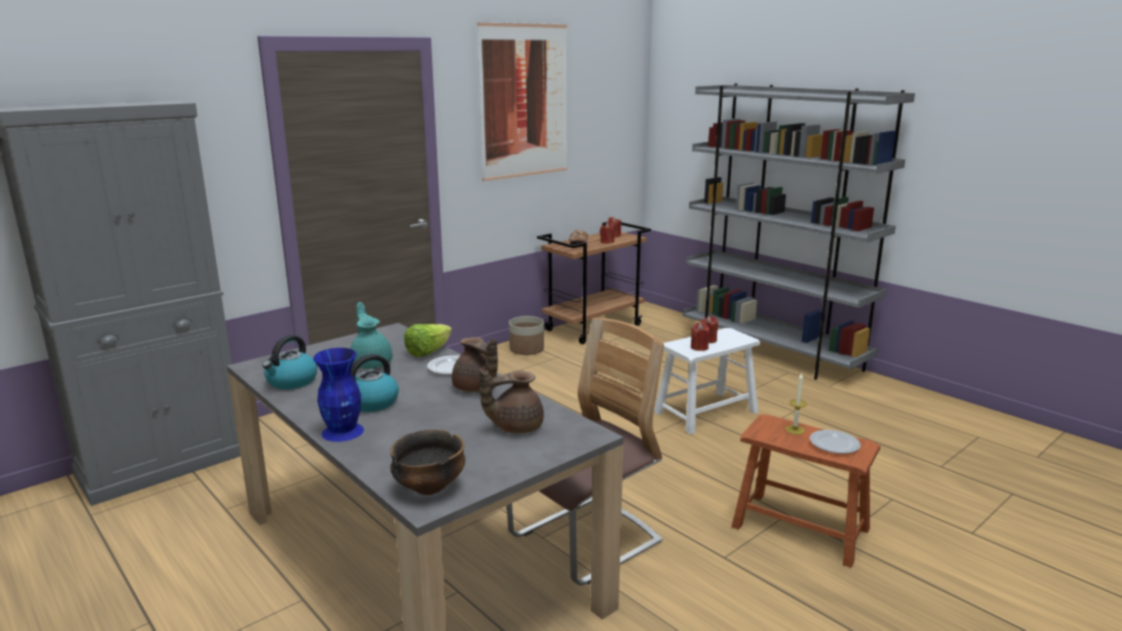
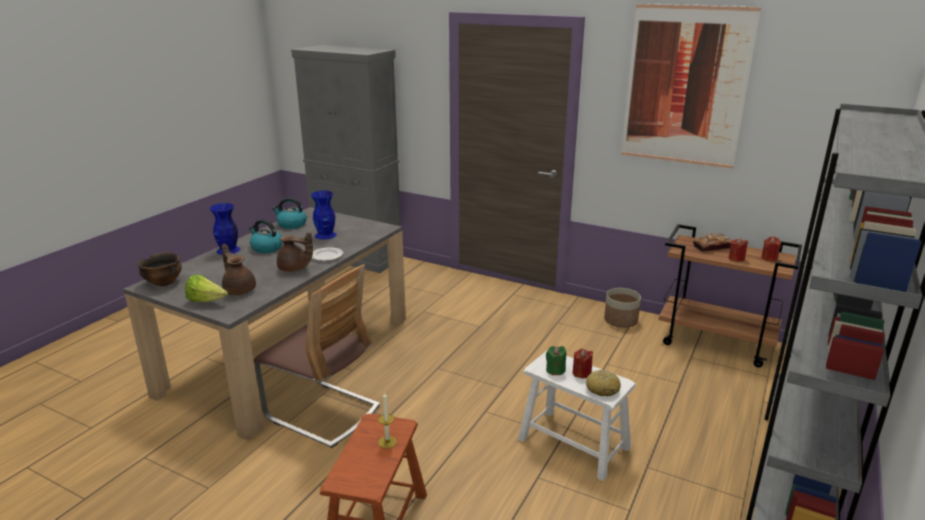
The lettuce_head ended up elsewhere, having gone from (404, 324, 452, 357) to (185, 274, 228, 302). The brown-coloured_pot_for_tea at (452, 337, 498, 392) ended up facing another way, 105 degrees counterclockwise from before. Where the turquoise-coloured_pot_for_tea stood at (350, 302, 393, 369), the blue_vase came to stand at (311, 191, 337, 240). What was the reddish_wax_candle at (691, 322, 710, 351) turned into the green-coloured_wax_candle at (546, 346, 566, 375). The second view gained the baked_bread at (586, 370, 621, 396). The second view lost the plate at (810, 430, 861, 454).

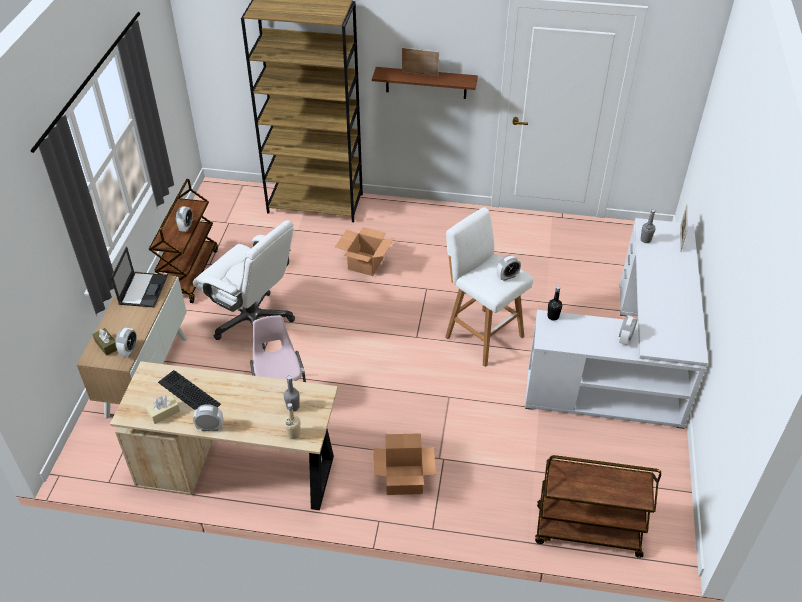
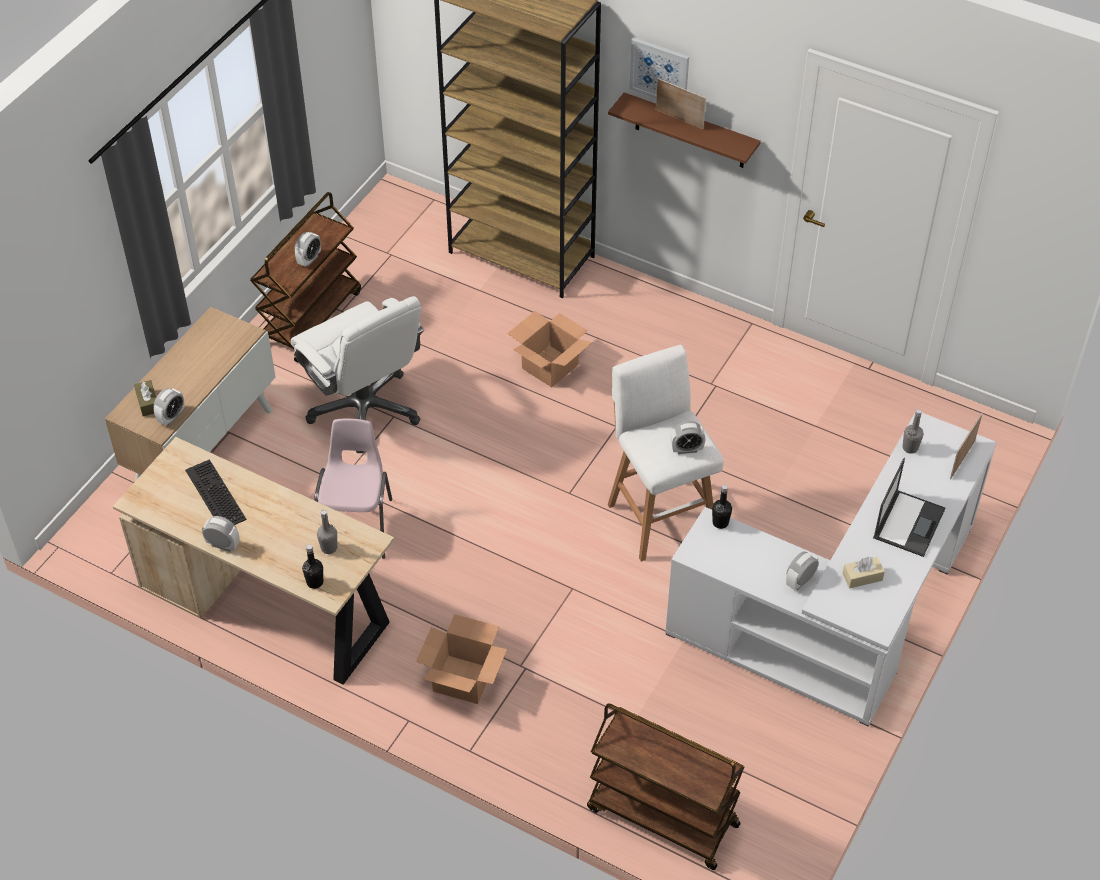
What was the beige-coloured_drink_bottle at (284, 403, 300, 439) turned into the black-coloured_drink_bottle at (302, 544, 323, 589). The second view gained the picture at (629, 38, 689, 98). The beige-coloured_tissue_box ended up elsewhere, having gone from (146, 395, 180, 424) to (842, 556, 885, 588). The notebook_computer ended up elsewhere, having gone from (111, 246, 168, 307) to (873, 458, 945, 557).

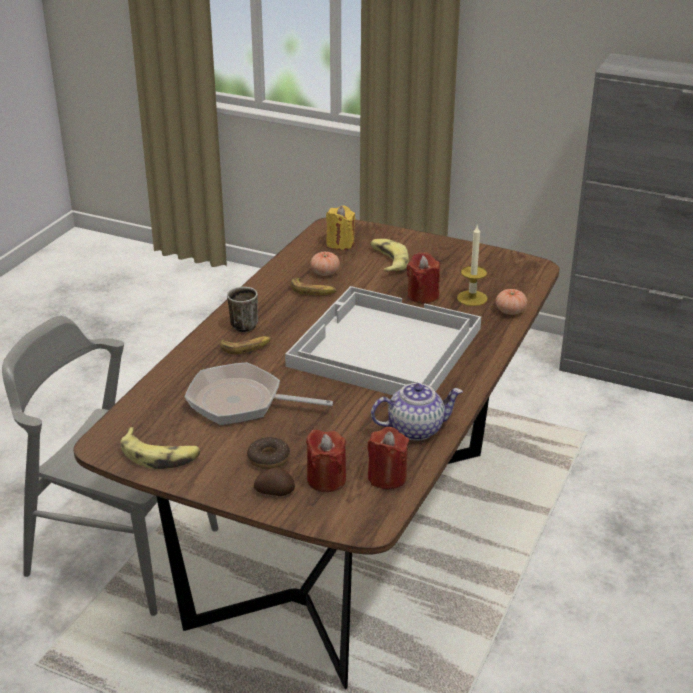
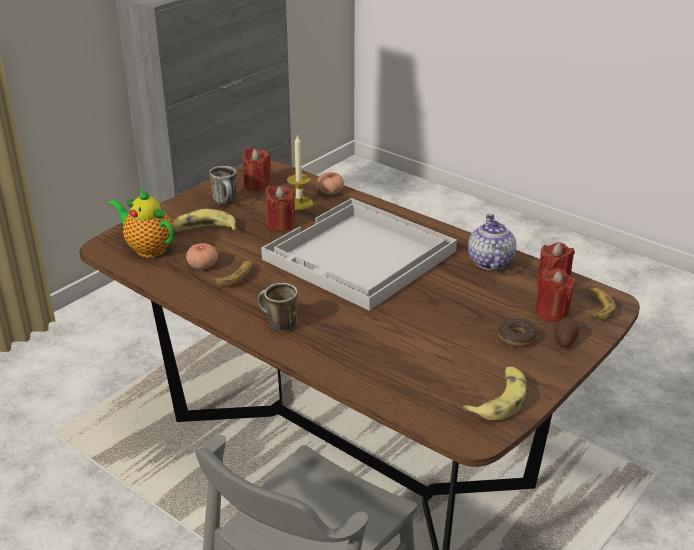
Where the yellow_wax_candle stood at (326, 206, 355, 250), the pot_for_tea came to stand at (108, 188, 174, 258). The second view gained the coffee_mug at (209, 166, 237, 205). The second view gained the reddish_wax_candle at (242, 147, 271, 191). The whole_banana ended up elsewhere, having gone from (220, 336, 272, 355) to (588, 288, 616, 320). The second view lost the frying_pan at (184, 362, 333, 425).

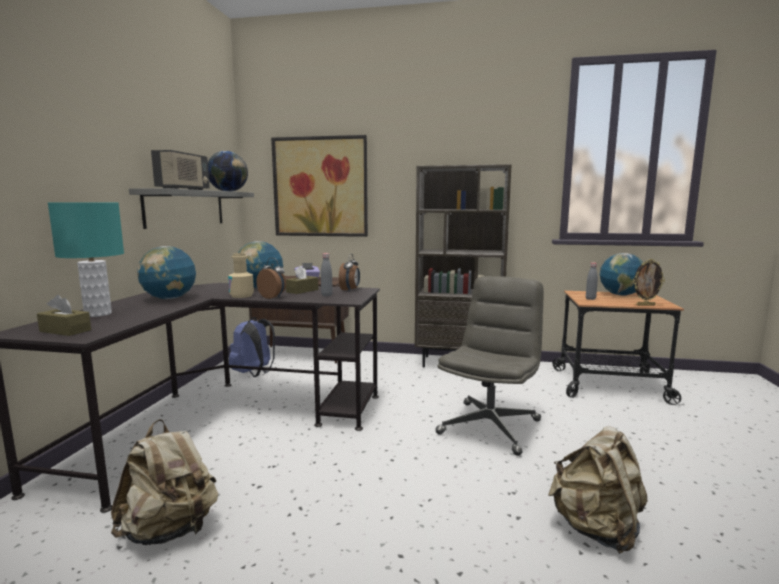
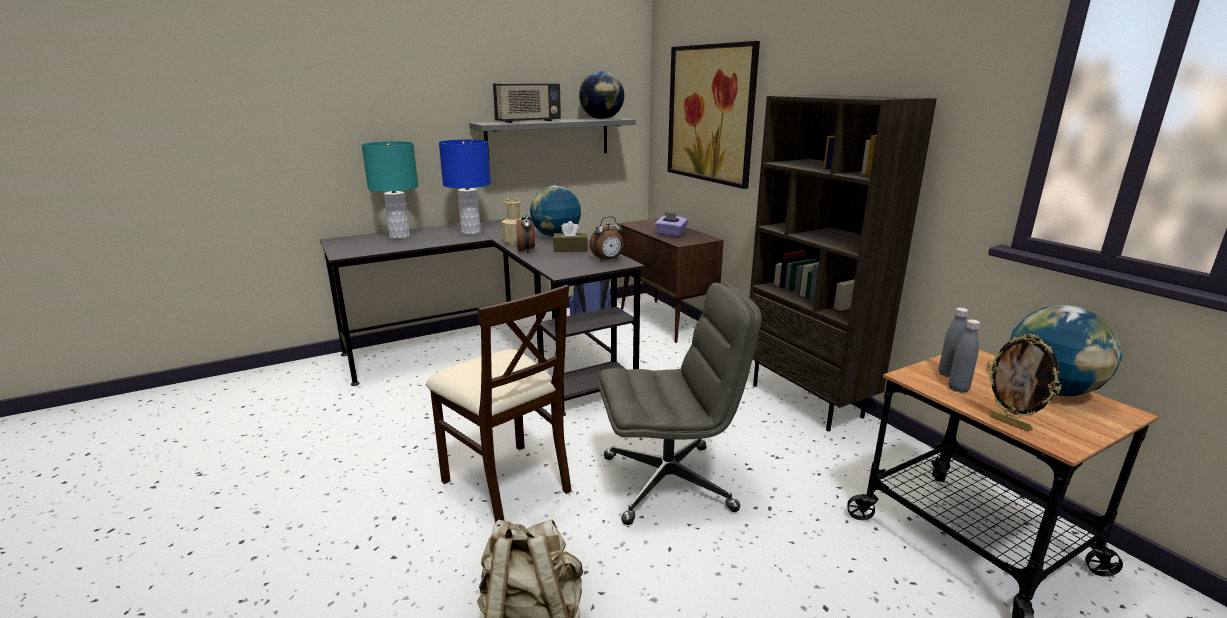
The second view gained the beige-coloured_plain_chair at (426, 285, 572, 526). Where the desk_globe stood at (137, 246, 196, 299), the blue_lamp_for_a_table came to stand at (439, 139, 491, 235). The gray_drink_bottle ended up elsewhere, having gone from (321, 253, 333, 296) to (948, 319, 981, 393). The second view lost the brown-coloured_tissue_box at (37, 295, 91, 336). The second view lost the beige-coloured_backpack at (111, 419, 219, 545).

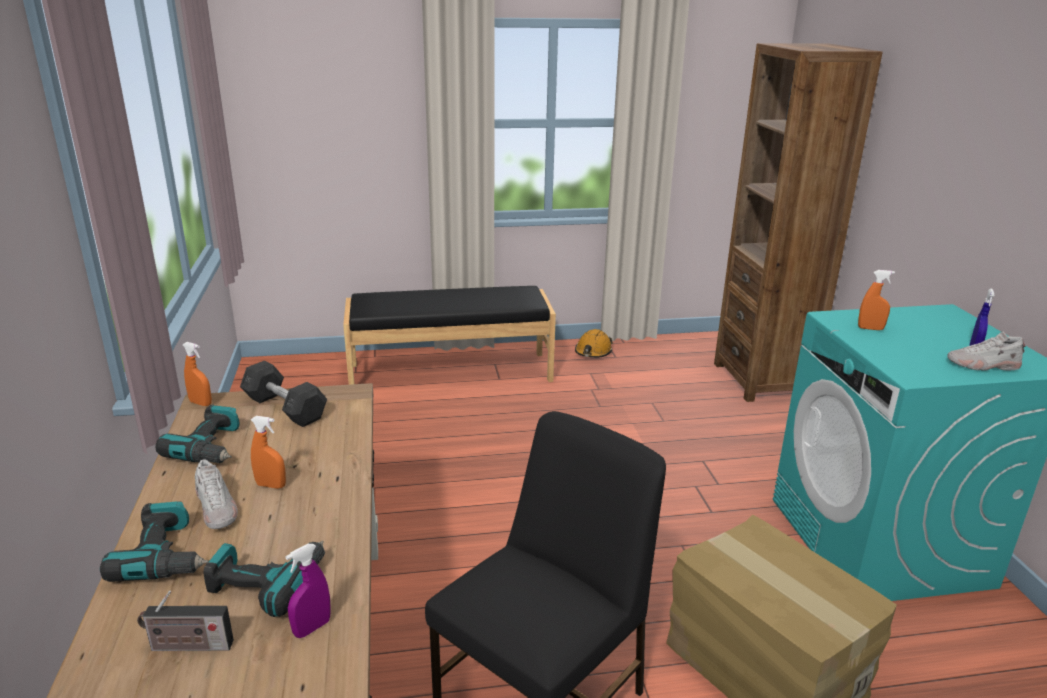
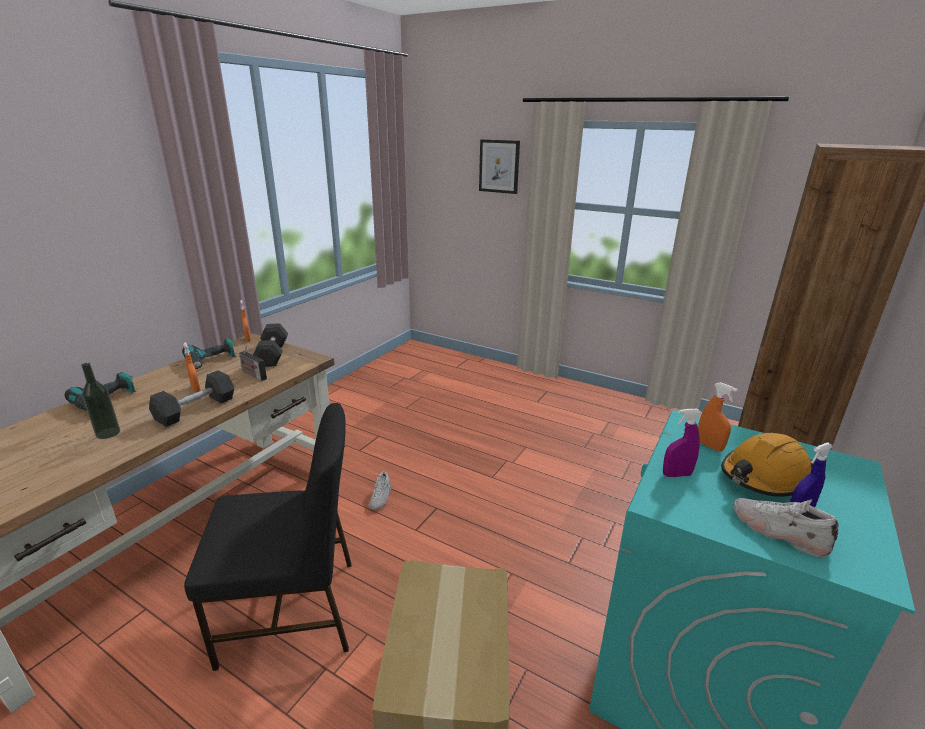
Where the power_drill stood at (204, 541, 325, 617), the drink_bottle came to stand at (81, 363, 120, 439). The second view gained the gray_dumbbell at (149, 371, 234, 427). The radio_receiver ended up elsewhere, having gone from (137, 590, 234, 651) to (239, 345, 267, 381). The whitish_item_of_footwear ended up elsewhere, having gone from (195, 459, 238, 529) to (369, 471, 391, 510). The second view gained the picture at (479, 139, 520, 194). The purple_sprayer ended up elsewhere, having gone from (285, 544, 331, 638) to (663, 409, 702, 477). The orangey_safety_helmet ended up elsewhere, having gone from (575, 329, 613, 358) to (721, 433, 814, 497). The second view lost the black-coloured_indoor_bench at (343, 286, 556, 385).

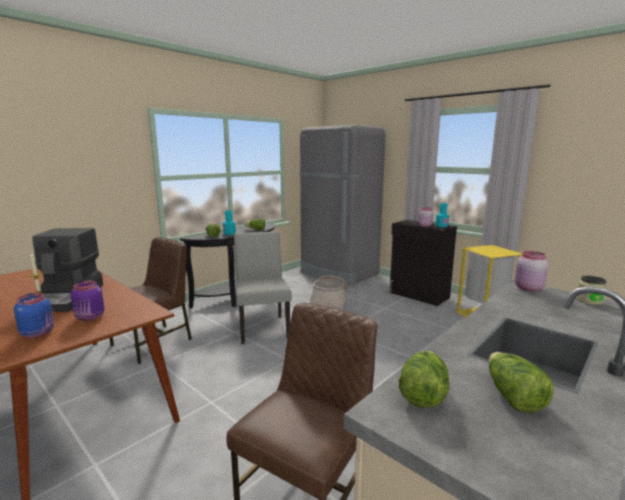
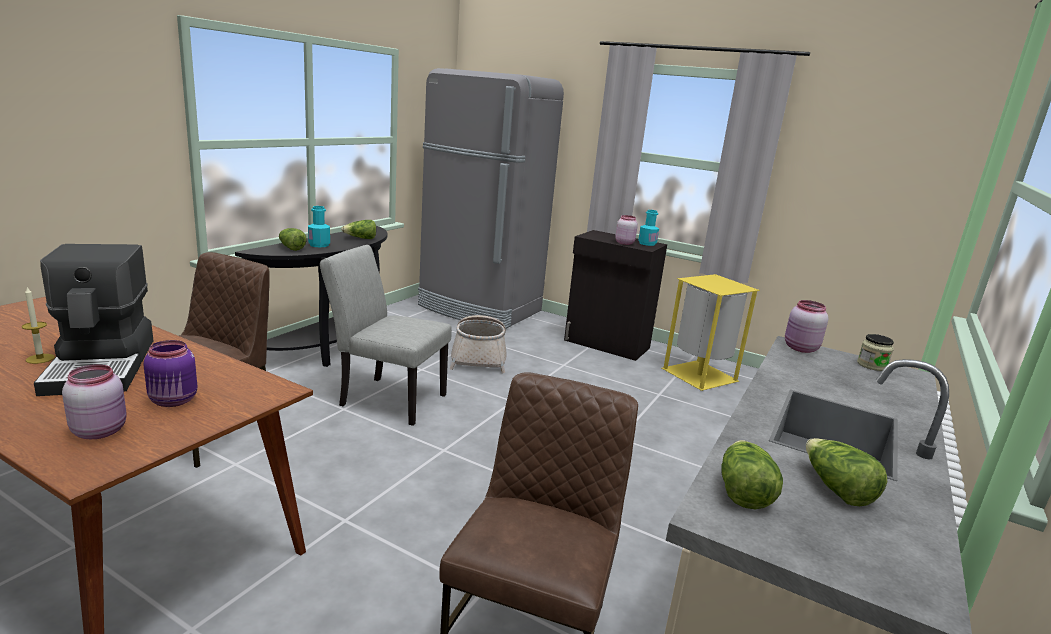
What was the blue_jar at (14, 293, 54, 338) turned into the pink_jar at (62, 364, 127, 439). The gray_plain_chair at (234, 231, 292, 344) ended up facing another way, 45 degrees counterclockwise from before.

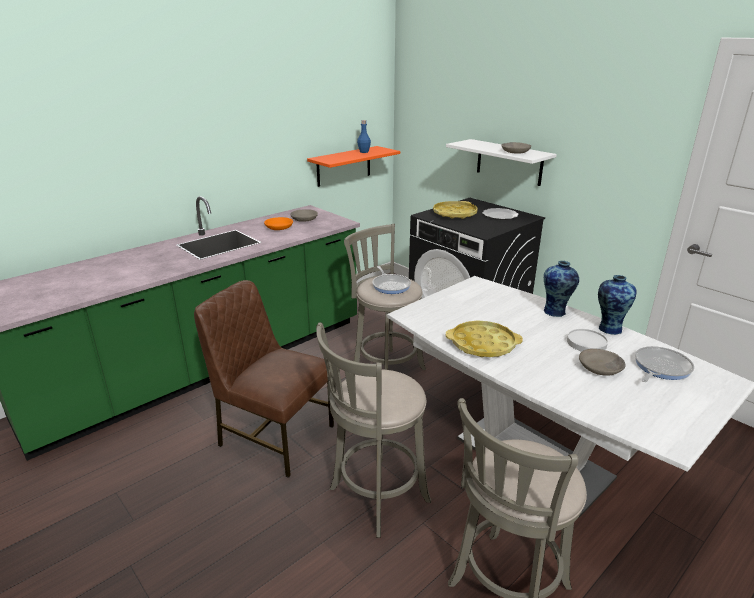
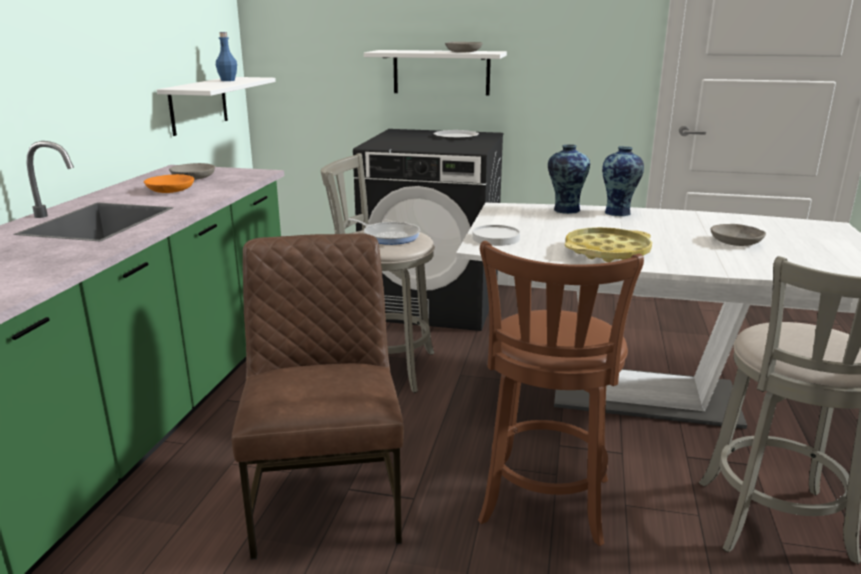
What was the orangey_bracket_shelf at (307, 146, 400, 187) turned into the whitish_bracket_shelf at (157, 77, 276, 136). The brown-coloured_plain_chair at (194, 280, 334, 478) ended up facing another way, 90 degrees clockwise from before. The whitish_plate ended up elsewhere, having gone from (567, 329, 608, 352) to (472, 225, 520, 246). What was the gray_stool at (316, 322, 431, 538) turned into the brown-coloured_stool at (478, 241, 644, 546). The vase ended up elsewhere, having gone from (598, 275, 637, 335) to (548, 144, 590, 214). The second view lost the yellow_tray at (433, 201, 478, 219). The second view lost the frying_pan at (635, 346, 694, 382).

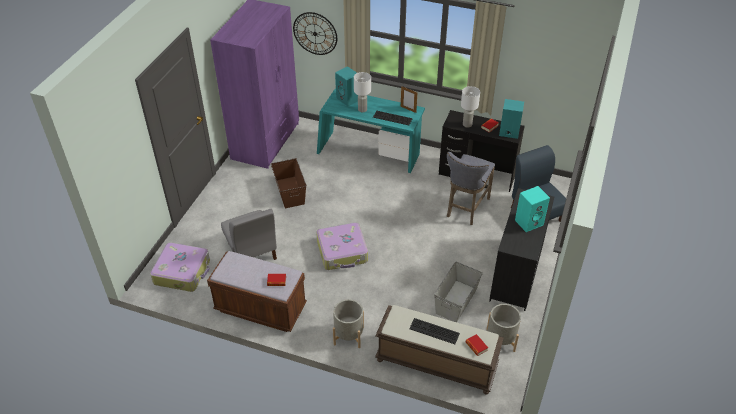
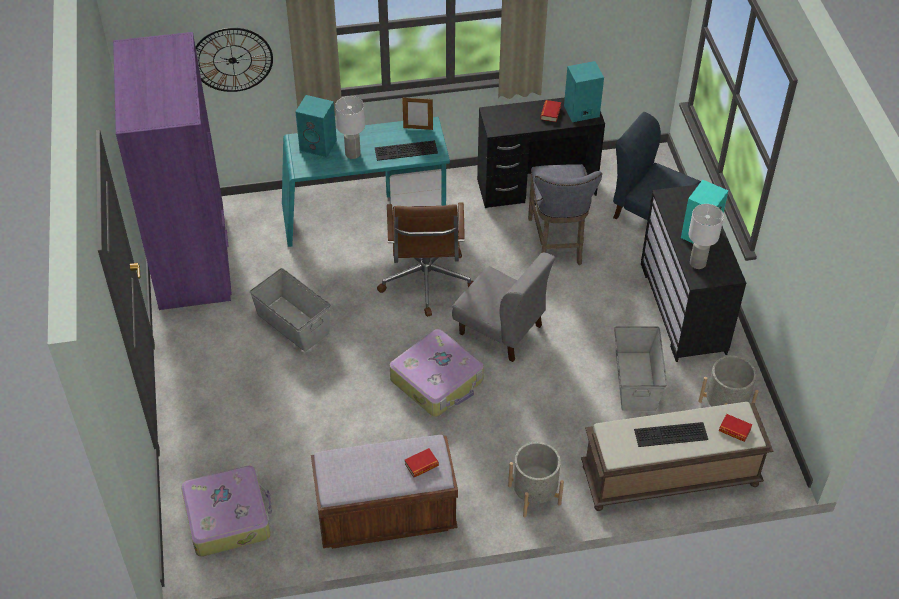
What was the brown-coloured_storage_box at (271, 158, 307, 208) turned into the gray_storage_box at (250, 268, 331, 352). The second view gained the brown-coloured_office_chair at (377, 202, 474, 317). The gray_plain_chair ended up elsewhere, having gone from (221, 209, 277, 260) to (452, 252, 555, 362). The whitish_lamp_for_a_table ended up elsewhere, having gone from (461, 86, 480, 128) to (688, 204, 724, 269).

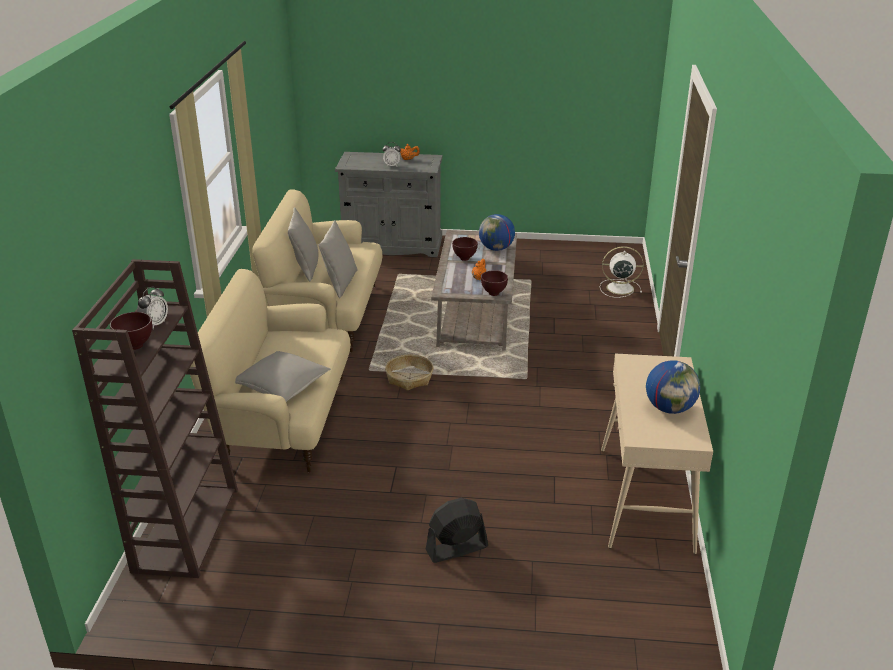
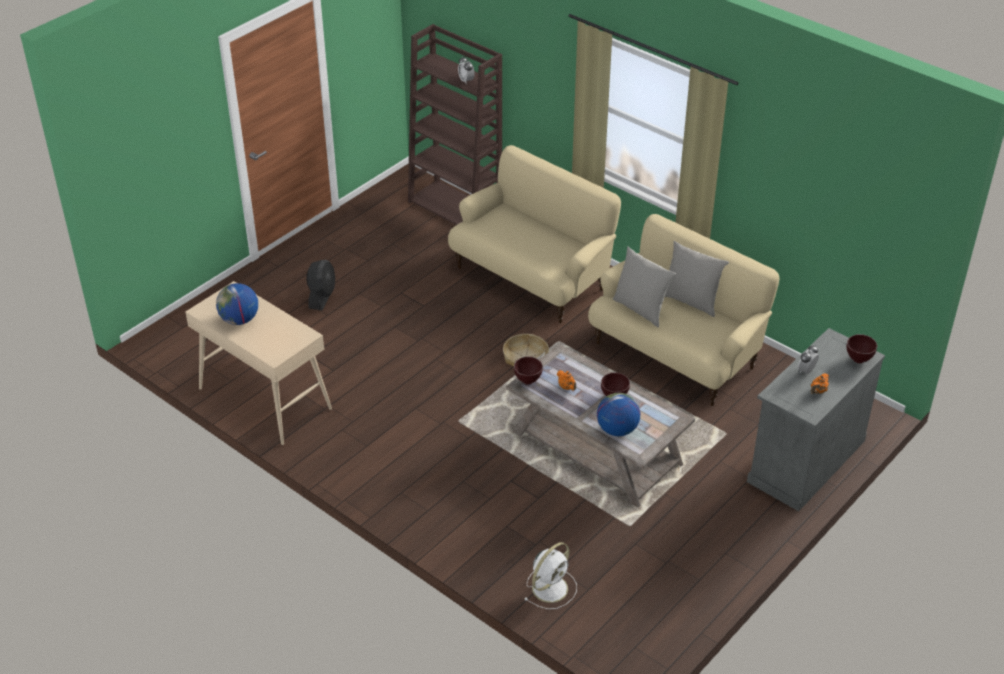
The brown-coloured_serving_bowl ended up elsewhere, having gone from (110, 312, 152, 350) to (847, 334, 877, 363). The second view lost the gray_pillow at (235, 351, 331, 402).

